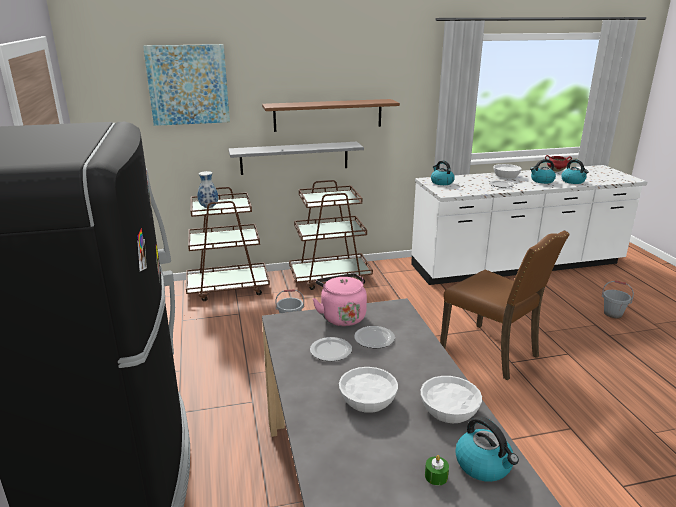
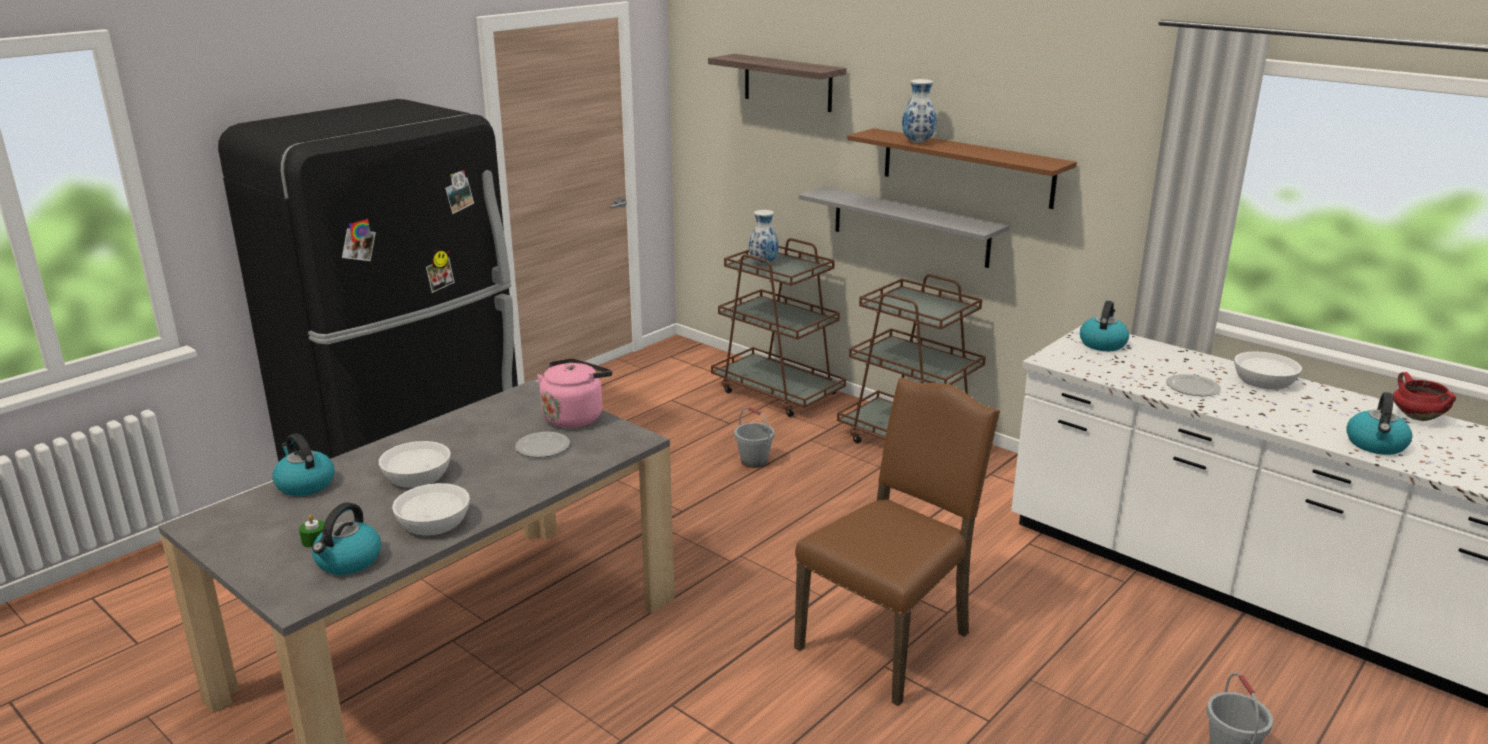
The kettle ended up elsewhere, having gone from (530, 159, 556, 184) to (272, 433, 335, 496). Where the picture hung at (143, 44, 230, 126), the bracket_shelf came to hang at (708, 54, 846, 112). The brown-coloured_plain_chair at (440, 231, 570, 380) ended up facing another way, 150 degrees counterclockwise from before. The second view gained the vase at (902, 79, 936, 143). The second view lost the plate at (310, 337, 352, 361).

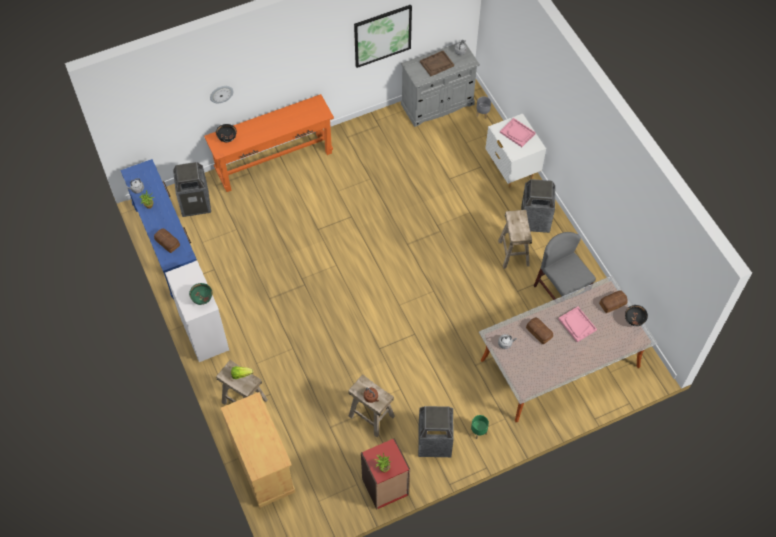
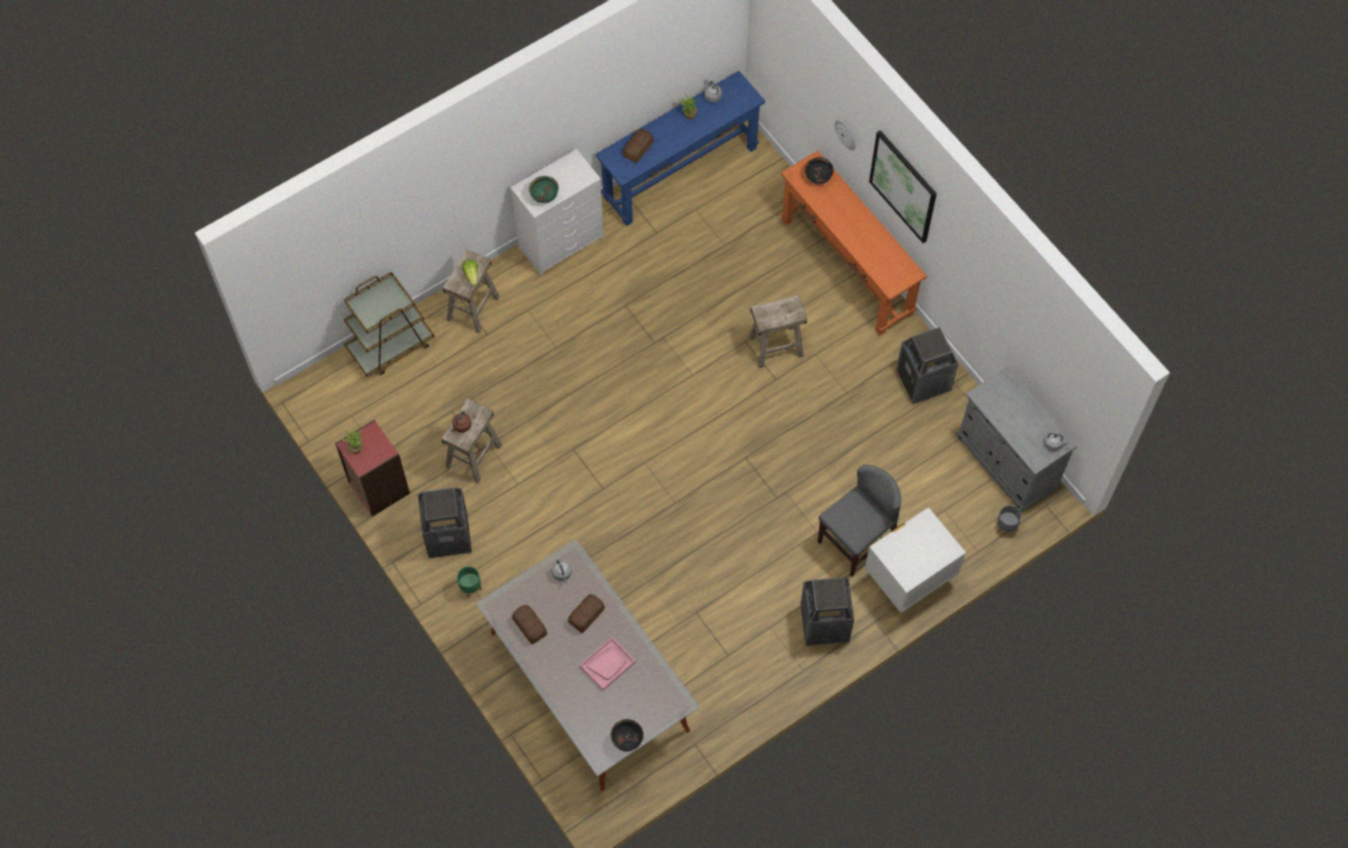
Where the beige-coloured_storage_cabinet stood at (221, 392, 295, 508), the brown-coloured_trolley came to stand at (344, 272, 435, 377). The baked_bread ended up elsewhere, having gone from (599, 290, 628, 313) to (512, 605, 547, 644). The beige-coloured_stool ended up elsewhere, having gone from (498, 210, 532, 269) to (748, 294, 807, 368). The gray_plain_chair ended up elsewhere, having gone from (534, 232, 596, 300) to (818, 465, 901, 577). The picture ended up elsewhere, having gone from (354, 5, 412, 68) to (869, 130, 937, 243). The trash_can ended up elsewhere, having gone from (173, 162, 211, 217) to (896, 327, 958, 404). The second view lost the brown-coloured_tray at (420, 51, 454, 76). The second view lost the pink_tray at (500, 118, 536, 147).

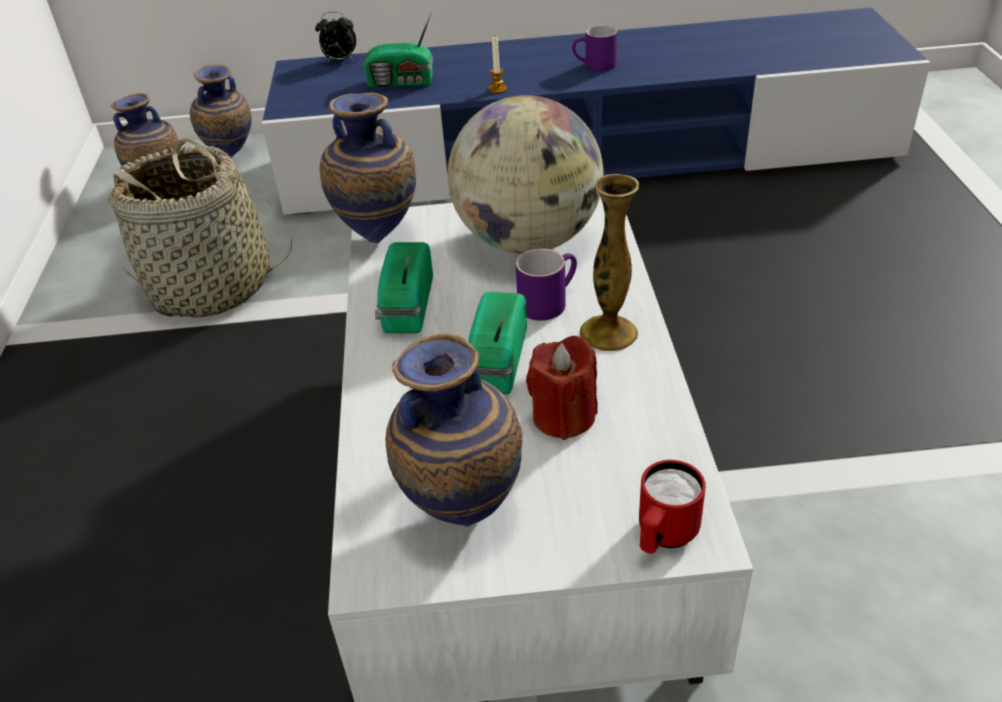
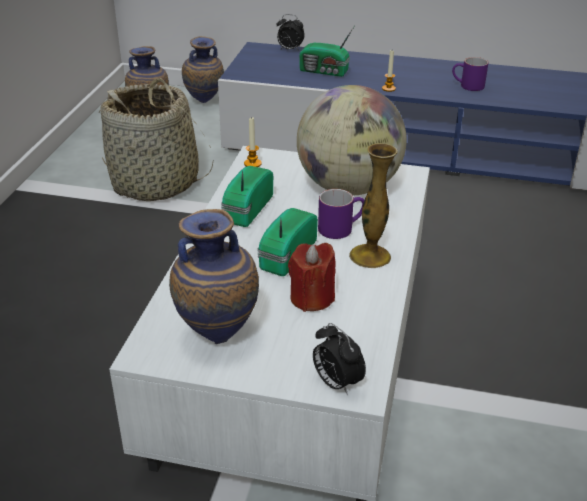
Where the vase stood at (320, 92, 416, 243), the wax_candle came to stand at (244, 117, 261, 167). Where the reddish_coffee_mug stood at (639, 460, 706, 554), the alarm_clock came to stand at (313, 323, 366, 395).

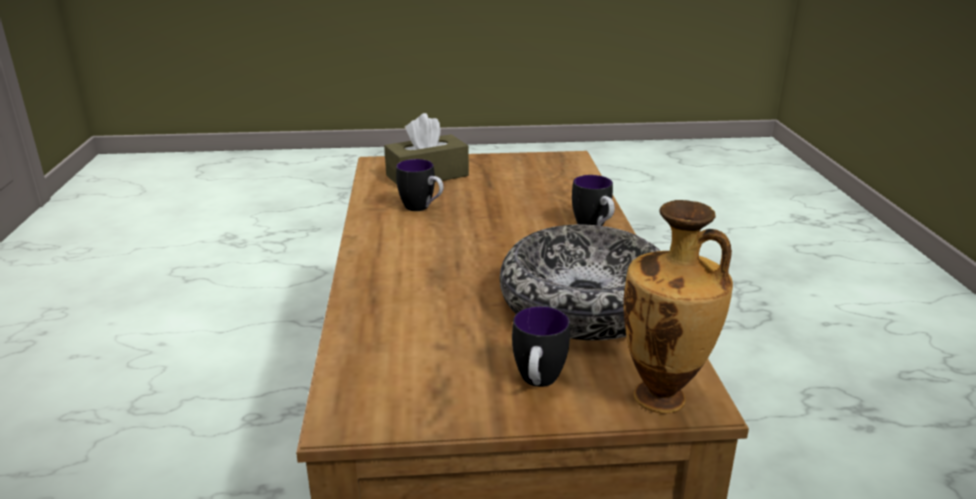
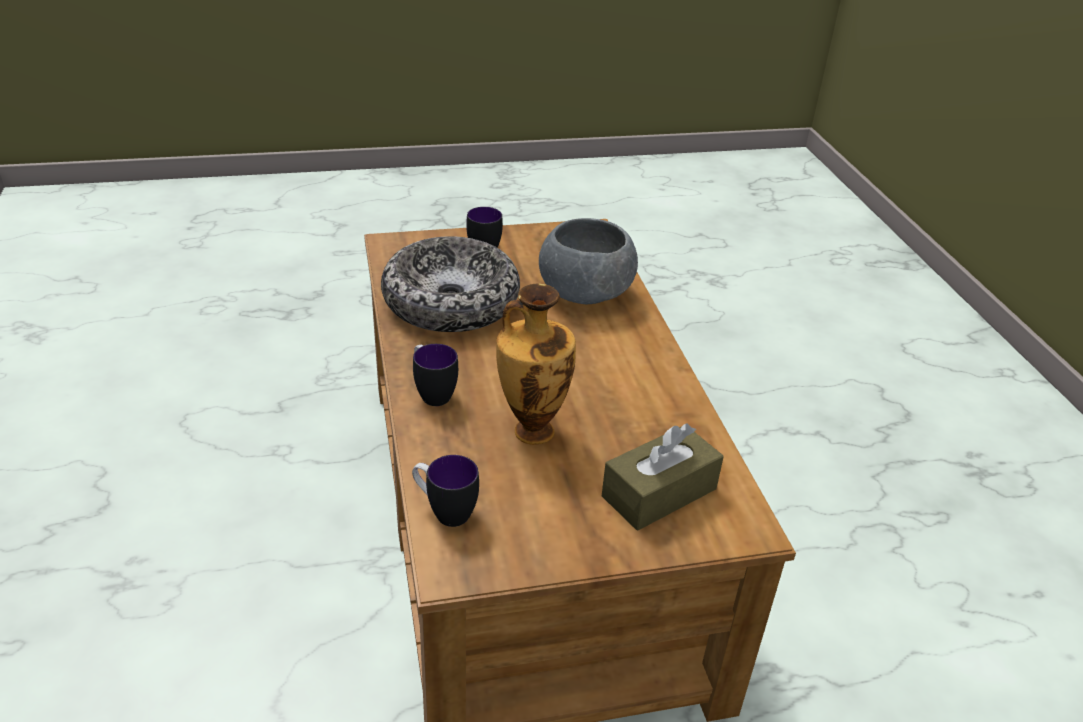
The coffee_mug ended up elsewhere, having gone from (396, 159, 444, 211) to (412, 455, 479, 527). The vase ended up elsewhere, having gone from (624, 200, 733, 414) to (496, 283, 576, 445). The second view gained the gray_serving_bowl at (539, 218, 638, 304).

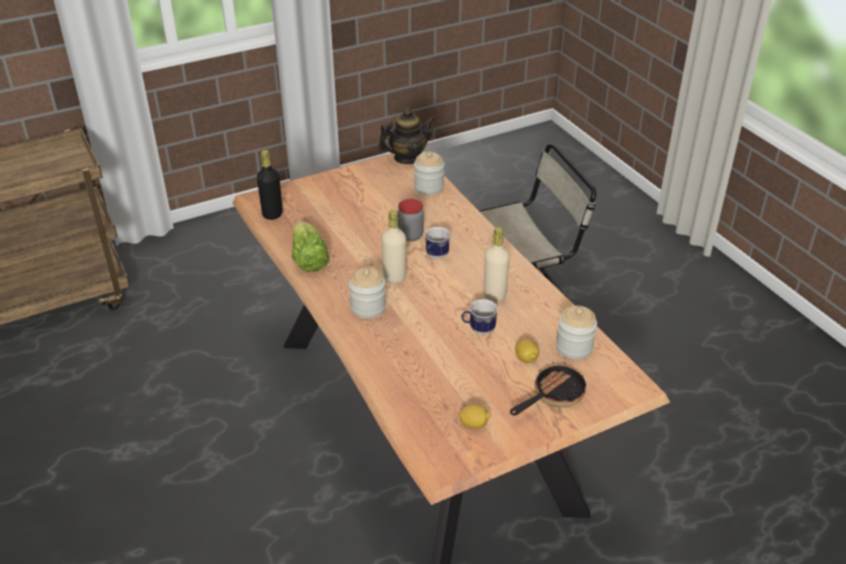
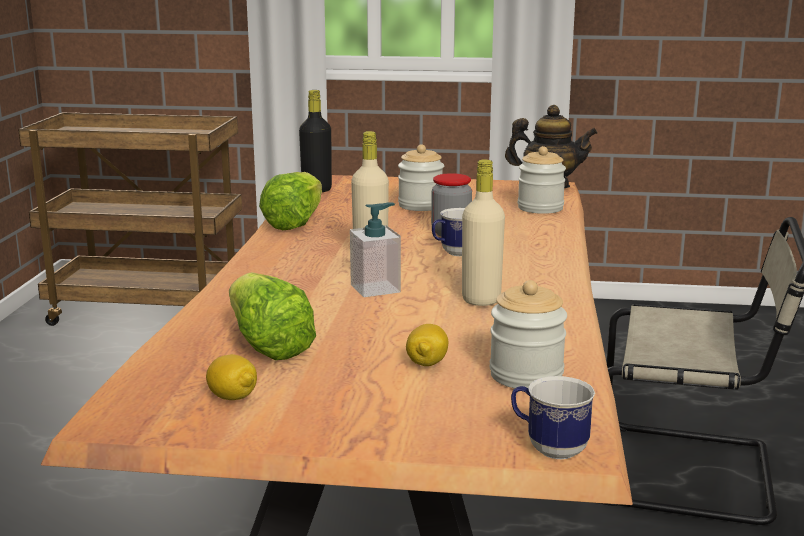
The second view gained the lettuce_head at (229, 272, 316, 360). The second view gained the soap_dispenser at (350, 202, 401, 297). The jar ended up elsewhere, having gone from (349, 268, 386, 319) to (398, 144, 444, 211). The coffee_mug ended up elsewhere, having gone from (462, 299, 498, 335) to (511, 376, 595, 459). The second view lost the frying_pan at (510, 362, 587, 415).

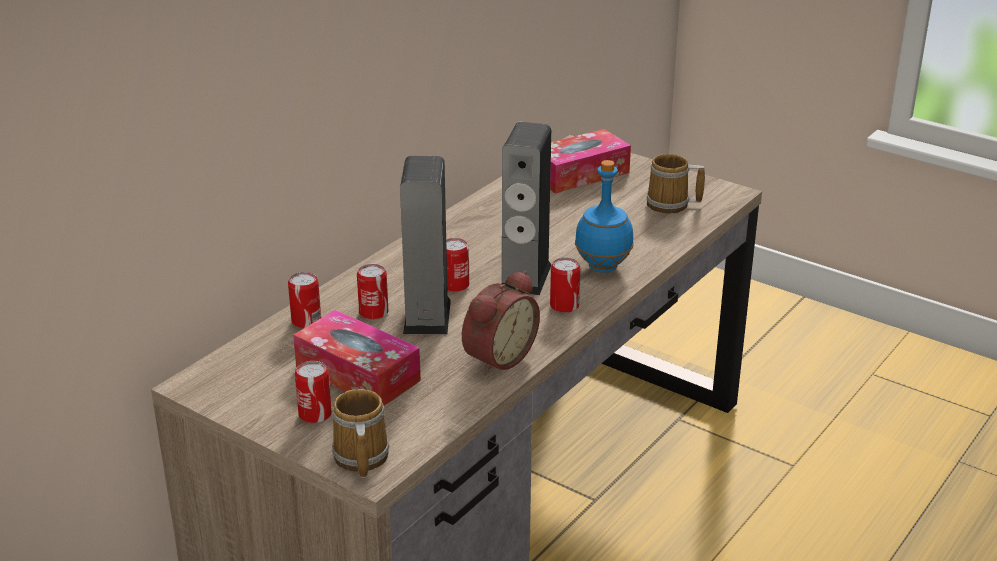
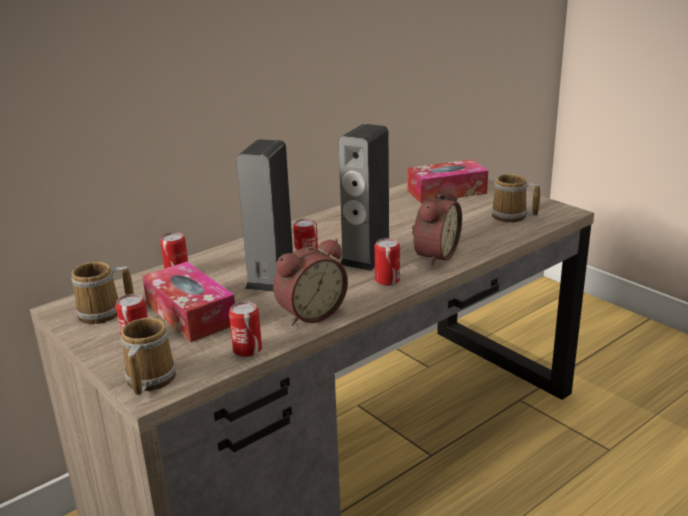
The second view gained the coffee_mug at (71, 262, 134, 324). The sealed_can ended up elsewhere, having gone from (357, 264, 388, 320) to (229, 301, 262, 357). Where the blue_drink_bottle stood at (575, 160, 633, 273), the alarm_clock came to stand at (412, 186, 462, 266).

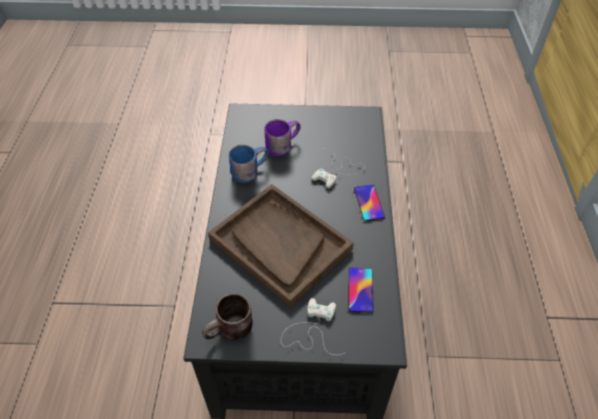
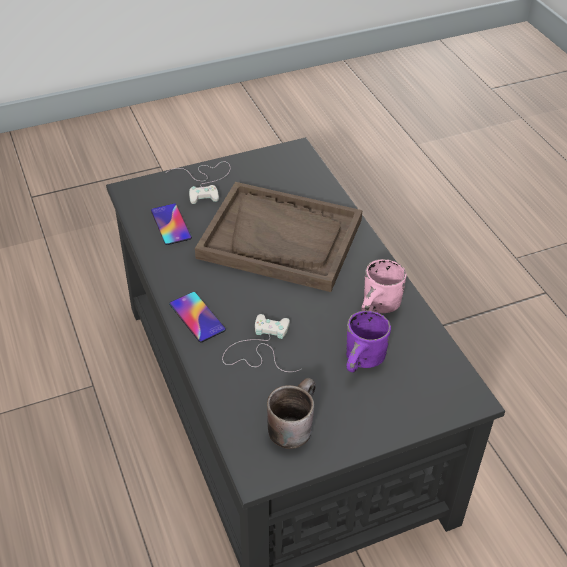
The brown-coloured_coffee_mug ended up elsewhere, having gone from (202, 294, 253, 339) to (267, 378, 316, 449). What was the blue_coffee_mug at (229, 145, 269, 183) turned into the pink_coffee_mug at (362, 259, 406, 313).

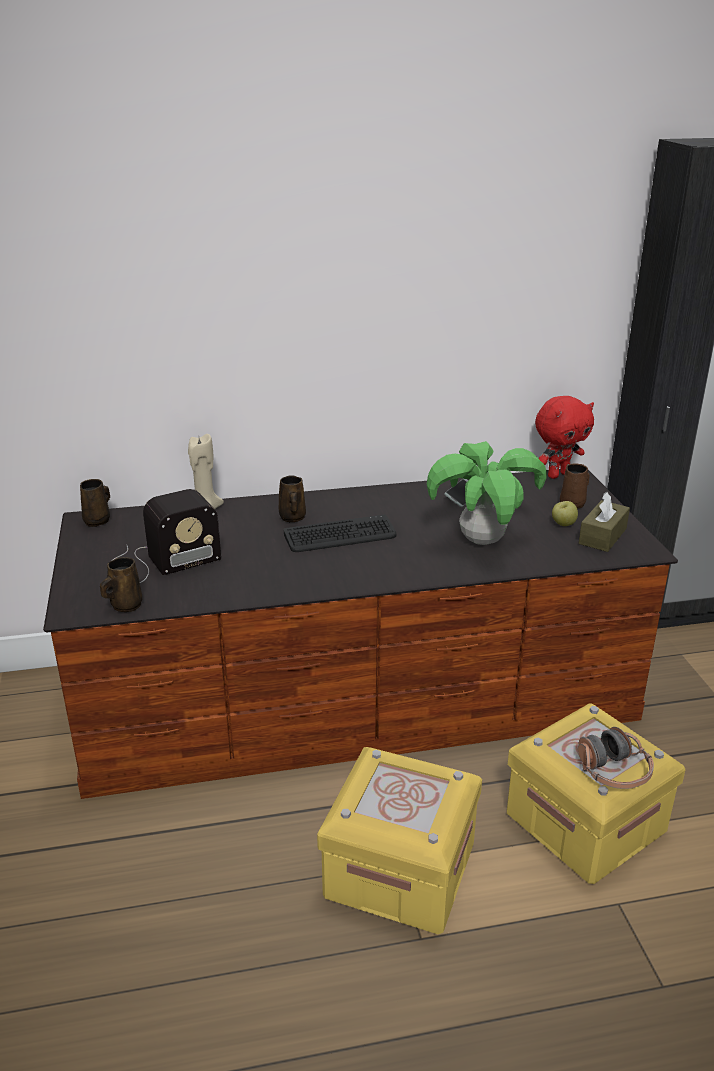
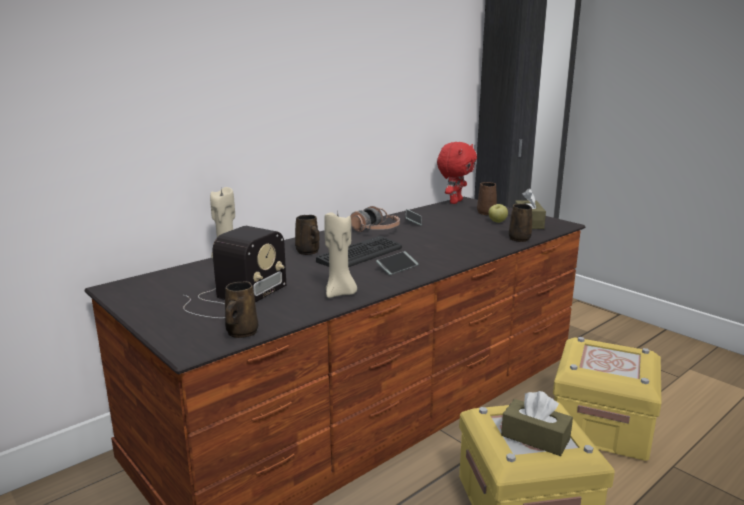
The second view gained the beige-coloured_wax_candle at (324, 212, 357, 298). The pair_of_headphones ended up elsewhere, having gone from (578, 727, 654, 789) to (351, 206, 400, 232). The second view gained the telephone at (376, 251, 419, 275). The second view gained the brown-coloured_tissue_box at (501, 391, 573, 456). The brown-coloured_coffee_mug ended up elsewhere, having gone from (80, 479, 110, 527) to (509, 204, 532, 242). The second view lost the potted_plant at (427, 441, 546, 545).

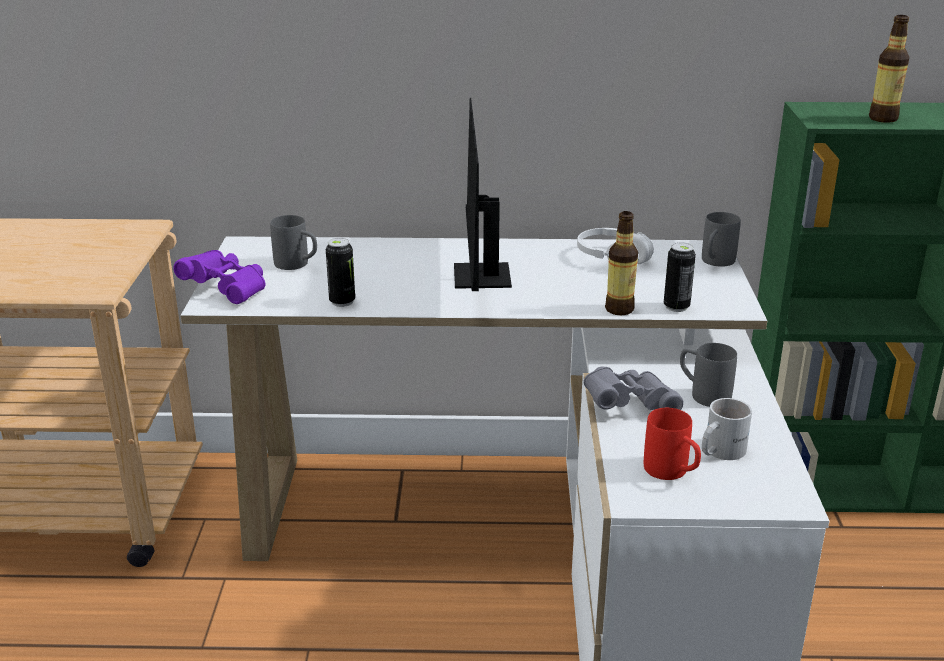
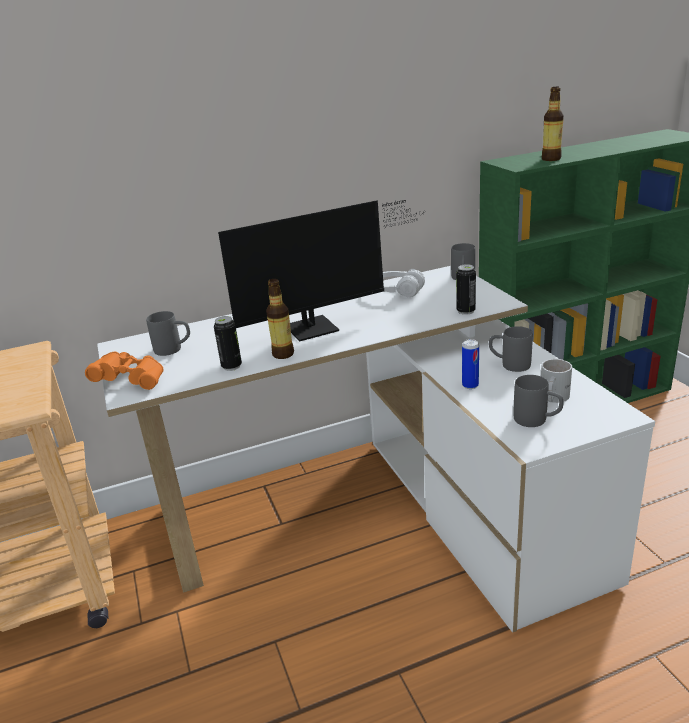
What was the purple_binoculars at (173, 250, 266, 304) turned into the orangey_binoculars at (85, 352, 164, 390). The computer_display at (454, 98, 512, 291) ended up facing another way, 90 degrees counterclockwise from before. The drink_bottle ended up elsewhere, having gone from (605, 211, 638, 315) to (266, 279, 294, 359). Where the gray_binoculars stood at (584, 366, 684, 410), the sealed_can came to stand at (462, 339, 479, 389). What was the reddish_coffee_mug at (644, 408, 701, 480) turned into the gray_coffee_mug at (514, 375, 564, 427).

